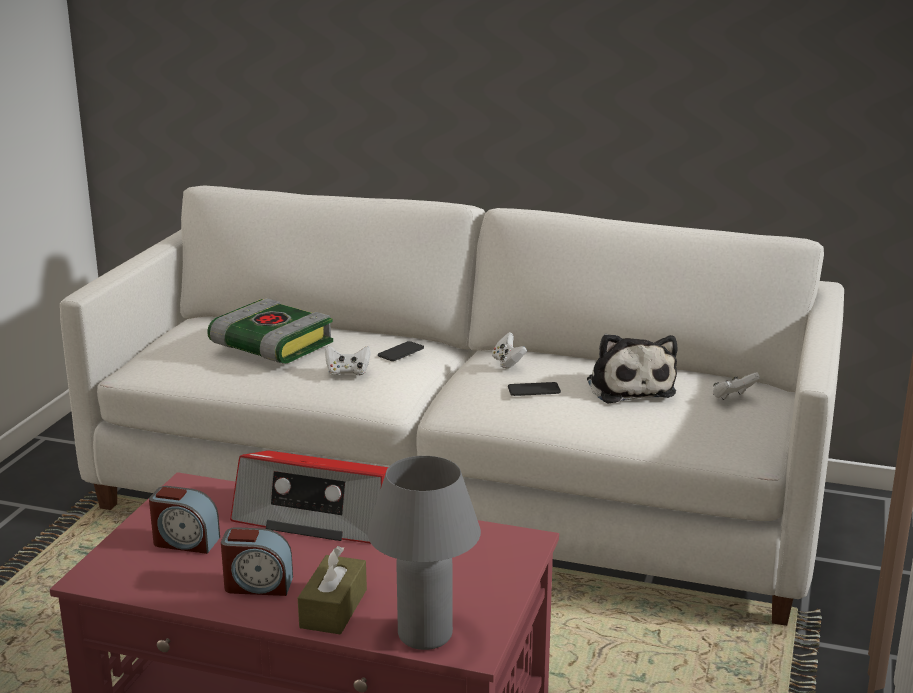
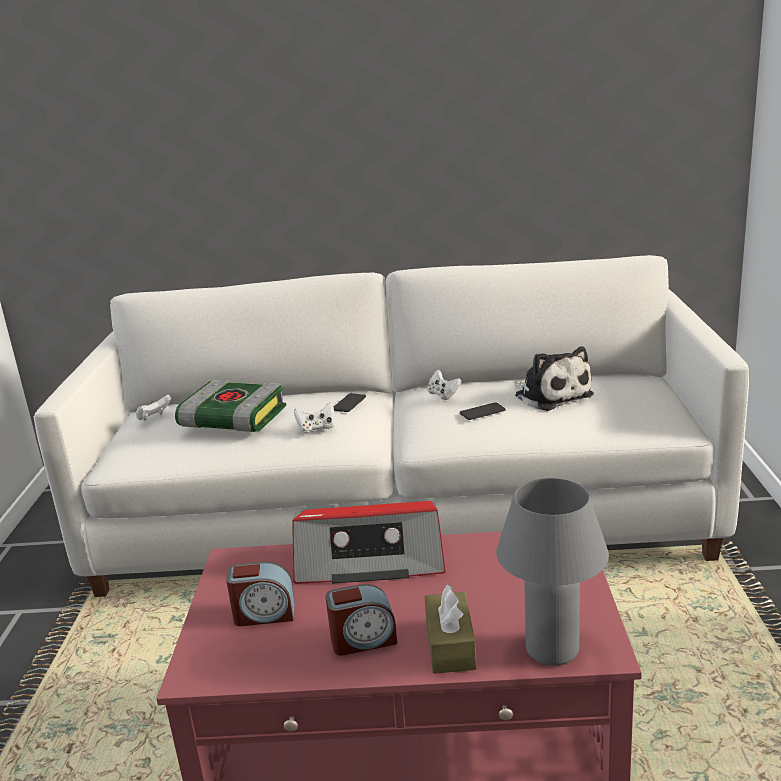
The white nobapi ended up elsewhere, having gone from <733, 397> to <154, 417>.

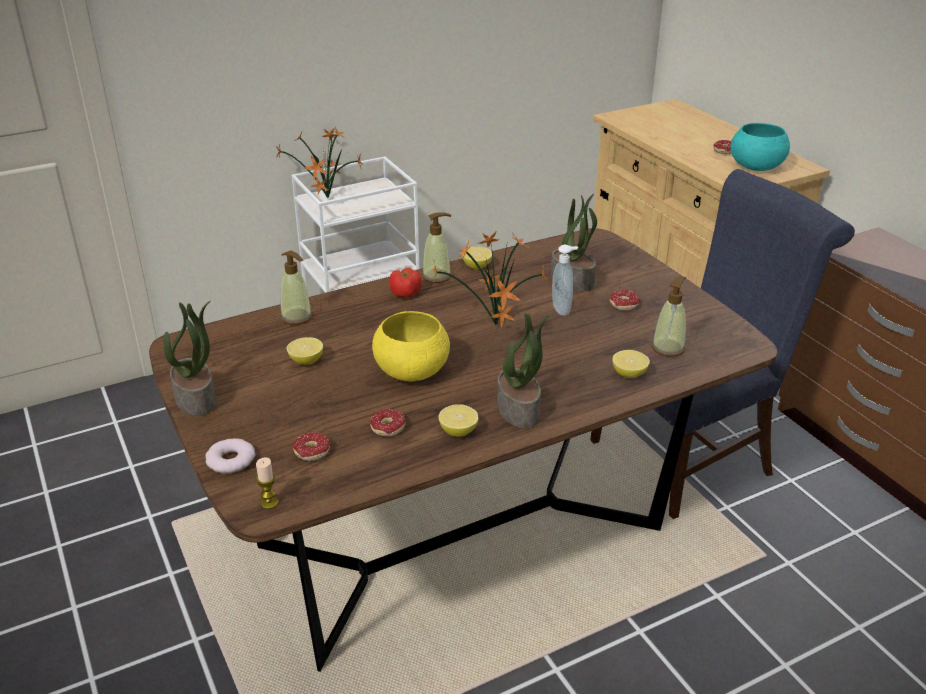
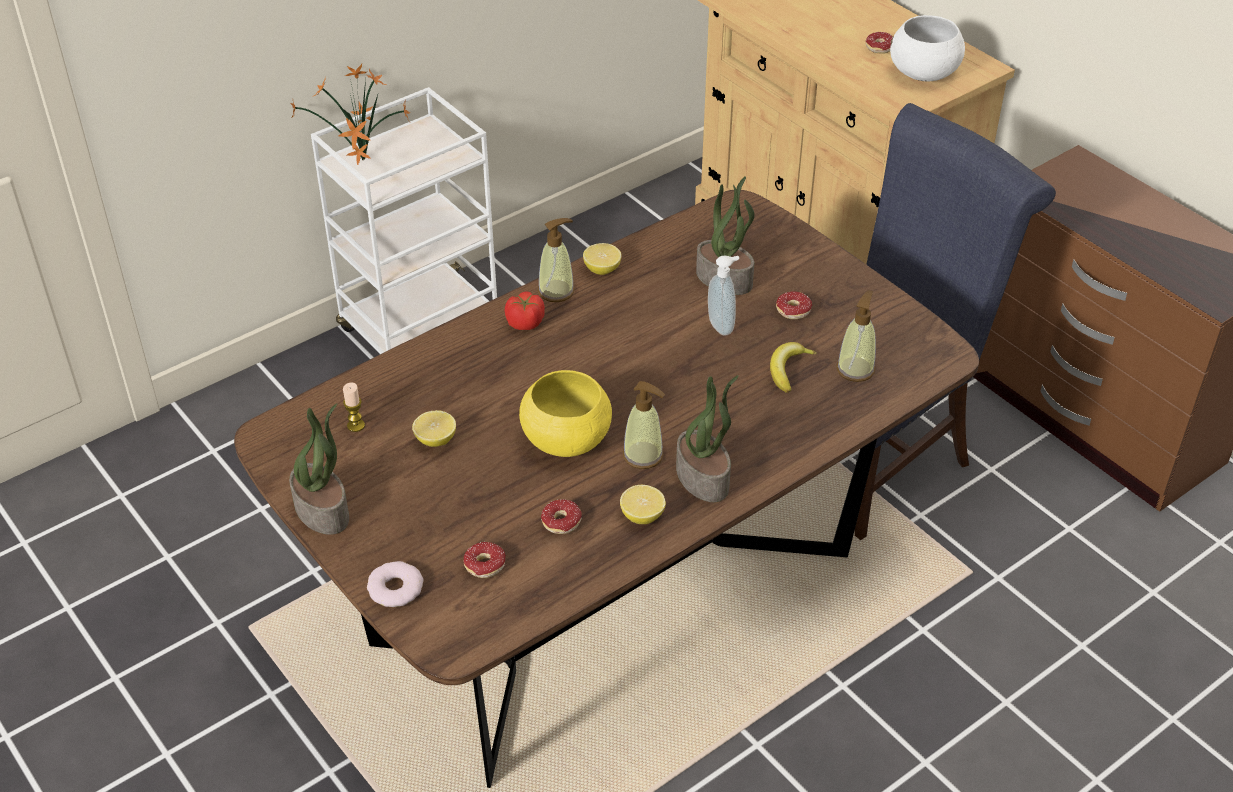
What was the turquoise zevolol at <756, 167> turned into the white zevolol at <924, 74>.
The second view lost the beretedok at <495, 327>.
The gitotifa ended up elsewhere, having gone from <296, 317> to <643, 455>.
The second view lost the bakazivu at <629, 374>.
The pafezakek ended up elsewhere, having gone from <269, 503> to <356, 425>.
The second view gained the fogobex at <788, 370>.

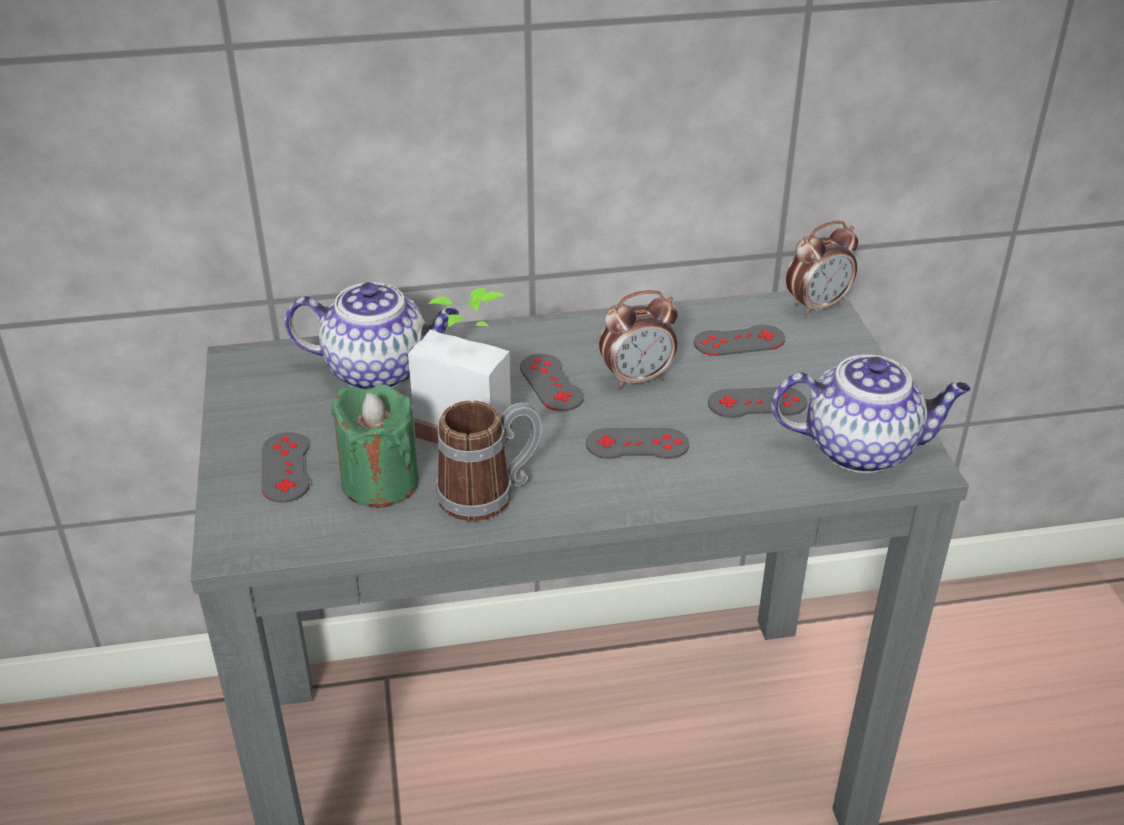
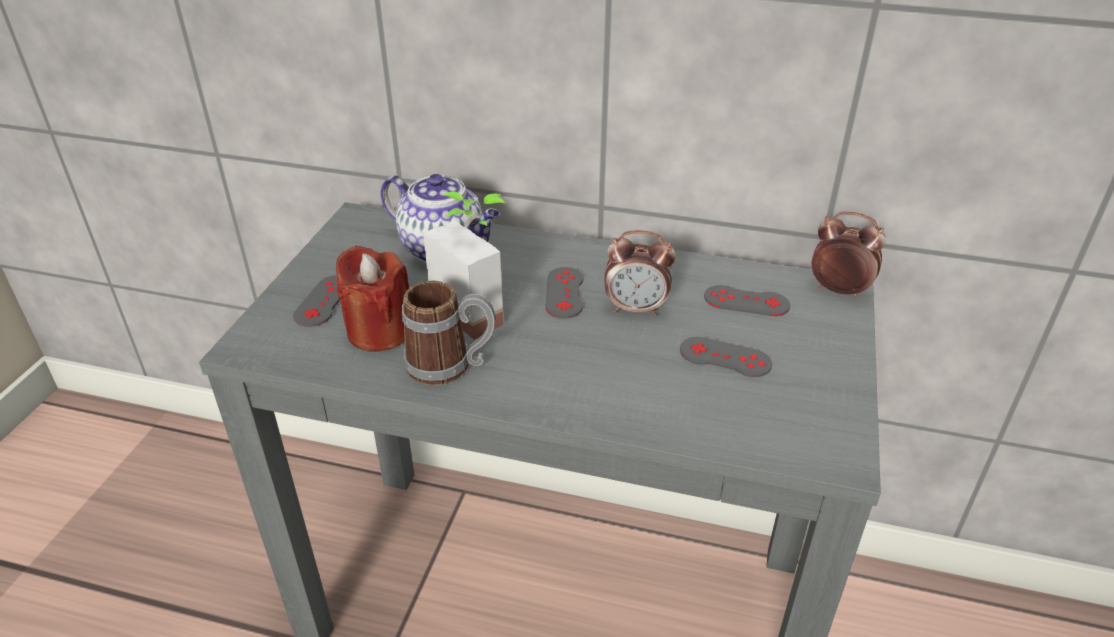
The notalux at <817, 306> ended up facing another way, 150 degrees counterclockwise from before.
The second view lost the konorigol at <862, 448>.
What was the green pafezakek at <380, 482> turned into the red pafezakek at <379, 331>.
The second view lost the grey nobapi at <637, 444>.

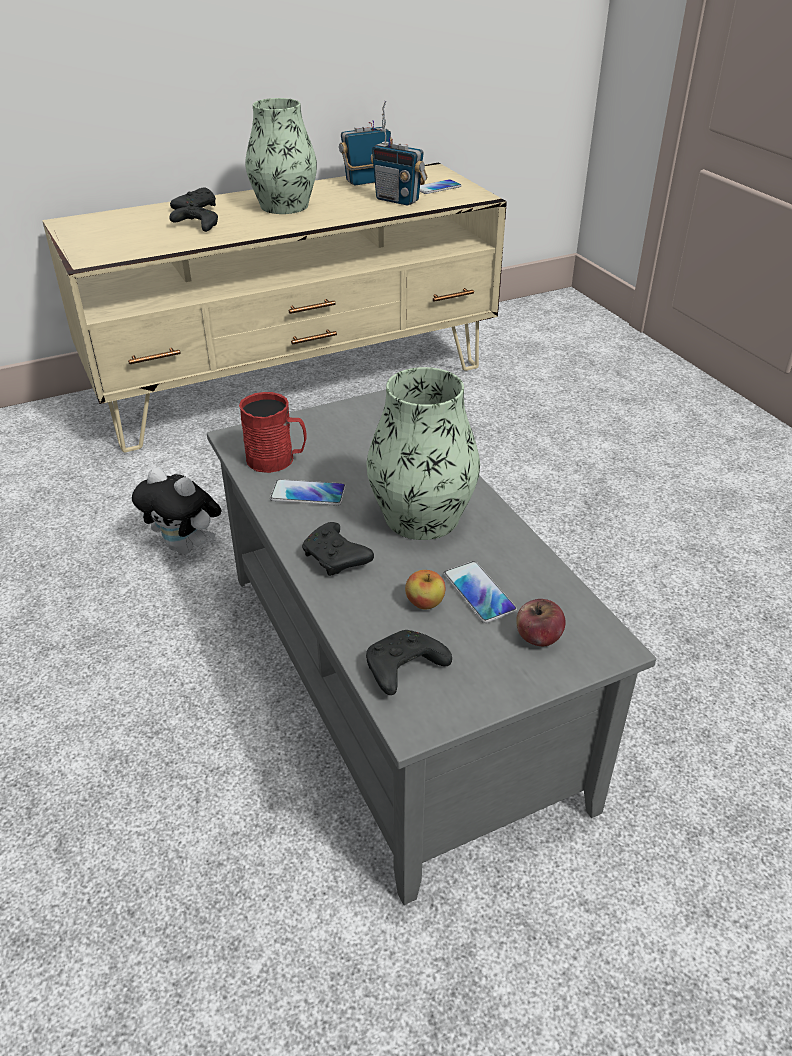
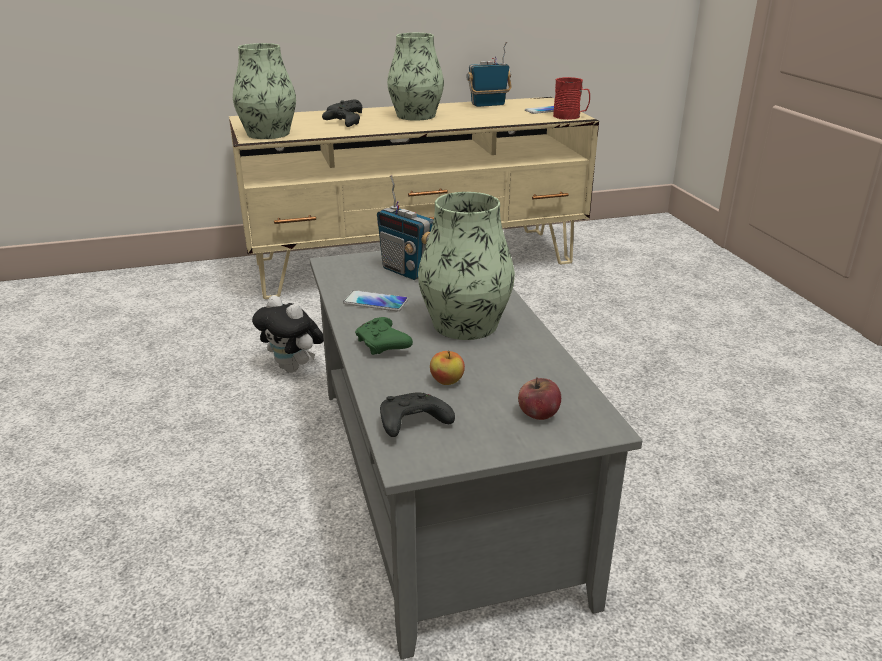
The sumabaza ended up elsewhere, having gone from <397, 200> to <407, 271>.
The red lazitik ended up elsewhere, having gone from <277, 459> to <570, 116>.
What was the black nobapi at <336, 559> turned into the green nobapi at <383, 346>.
The second view lost the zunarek at <479, 593>.
The second view gained the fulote at <268, 133>.

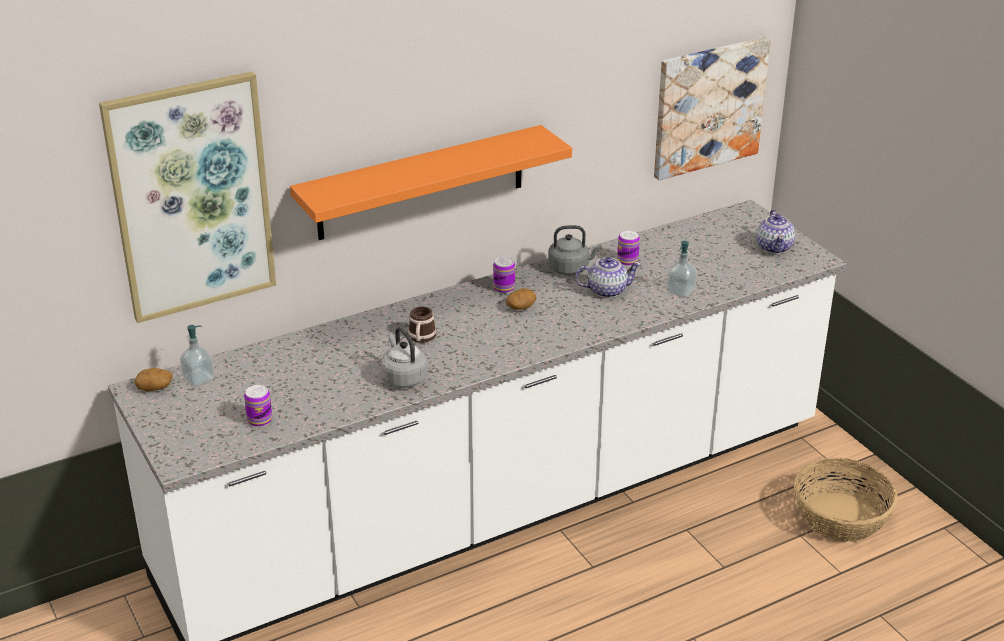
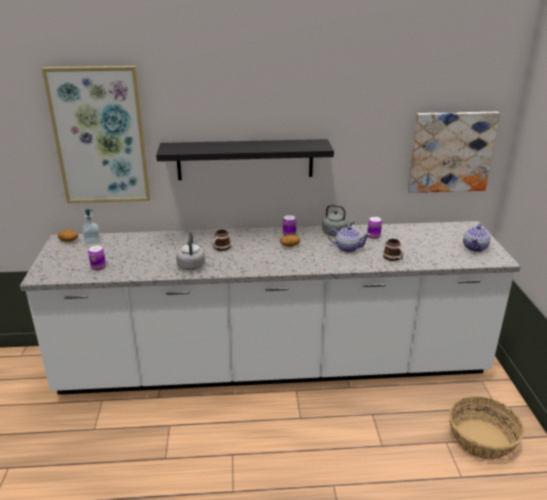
What was the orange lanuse at <421, 183> turned into the black lanuse at <245, 159>.
Where the gitotifa stood at <681, 291>, the lazitik came to stand at <393, 258>.

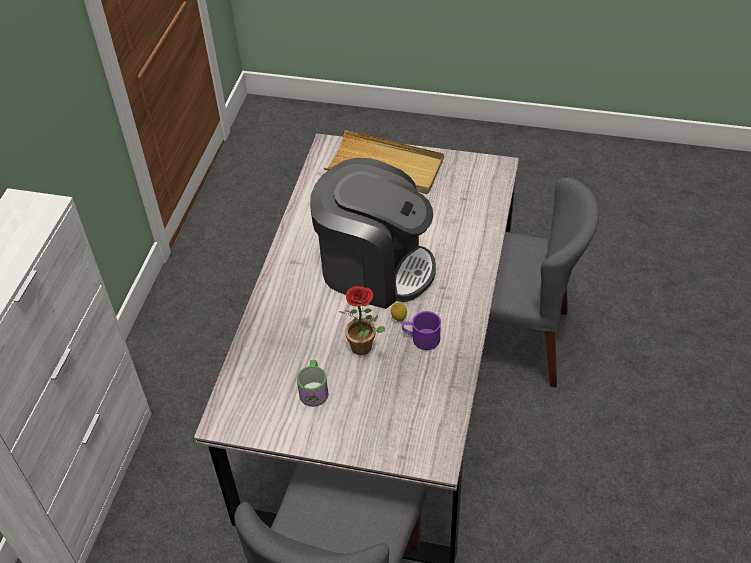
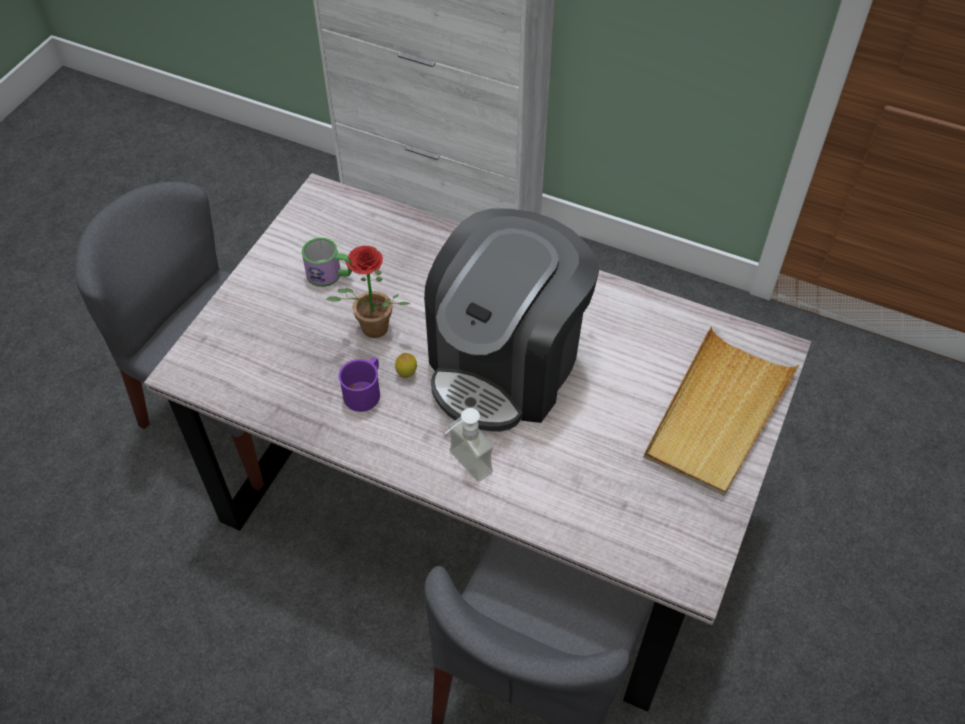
The second view gained the gitotifa at <463, 467>.

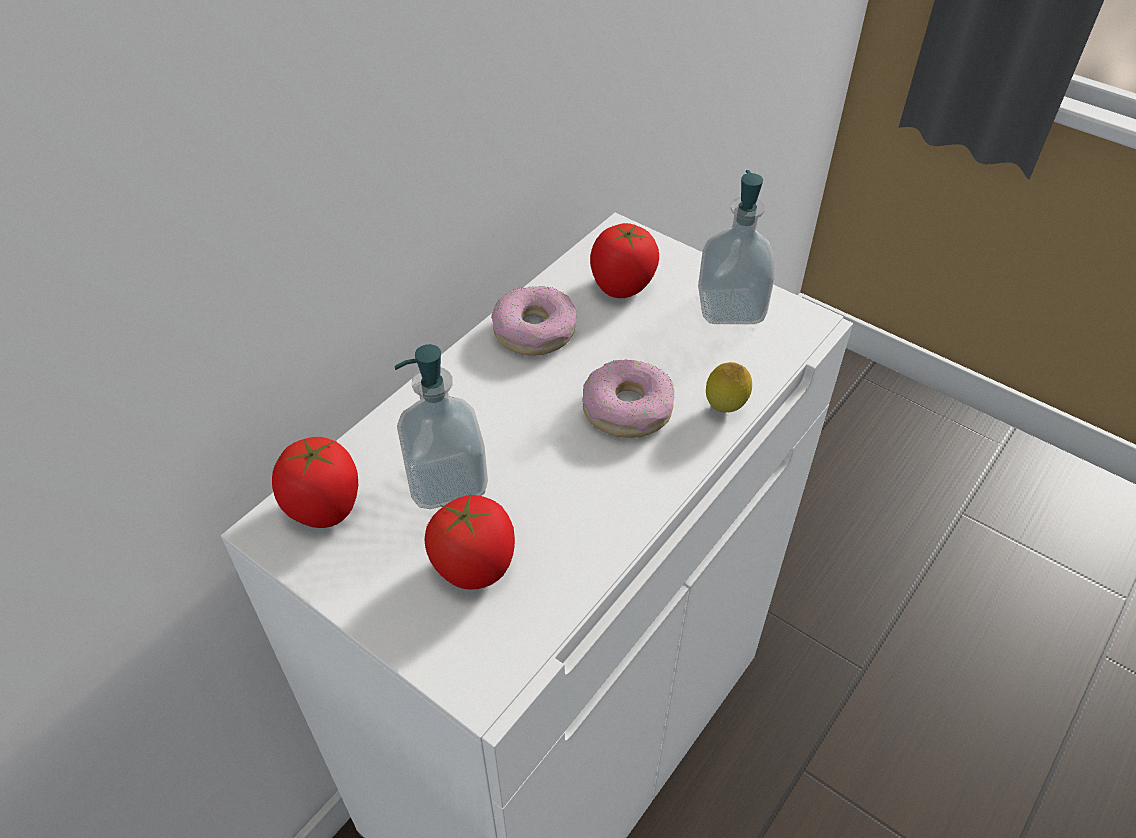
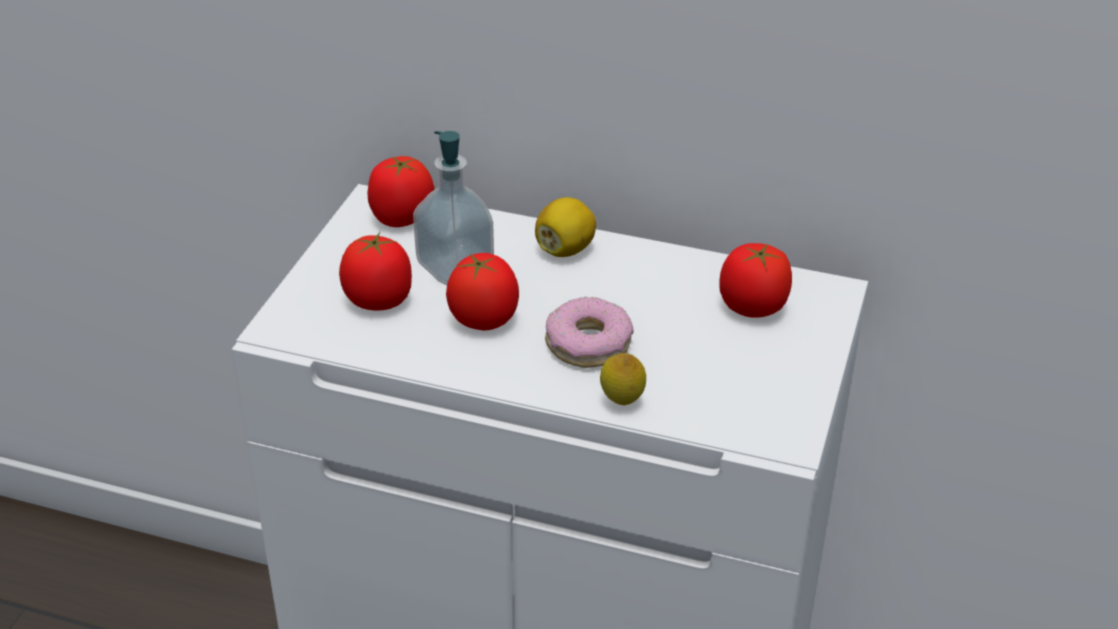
The second view lost the gitotifa at <730, 307>.
The second view lost the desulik at <534, 330>.
The second view gained the bakazivu at <565, 249>.
The second view gained the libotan at <483, 319>.

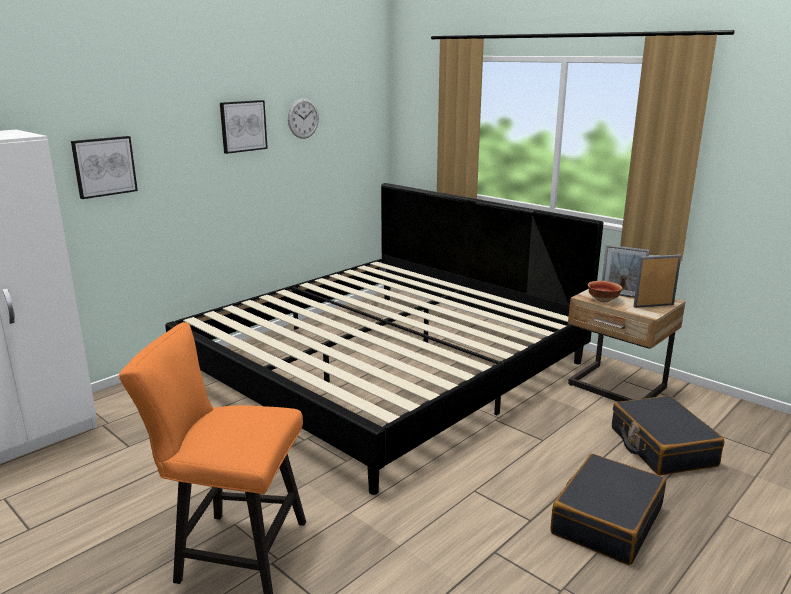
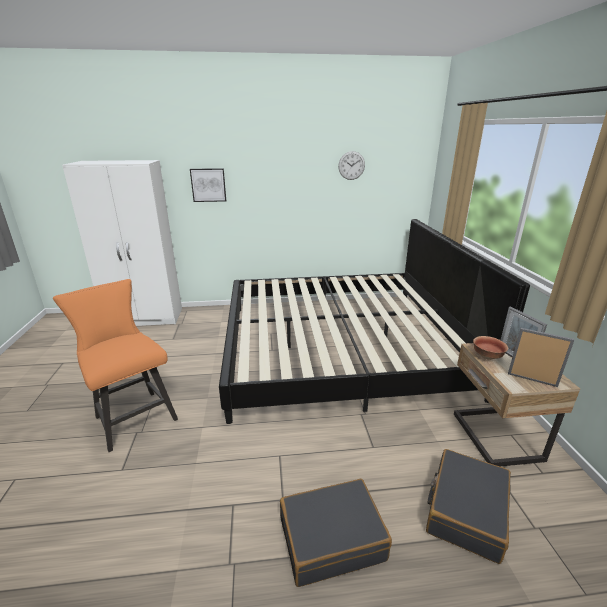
The second view lost the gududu at <243, 126>.

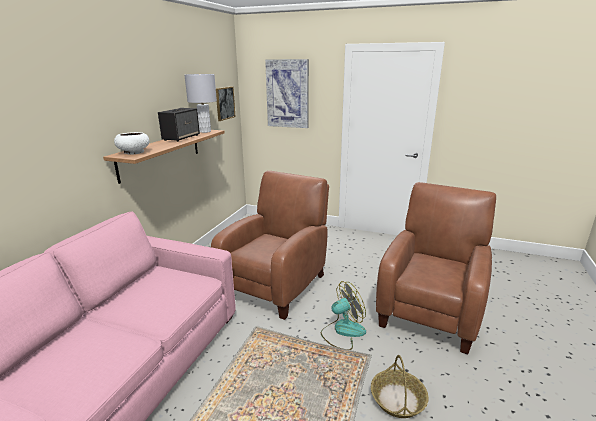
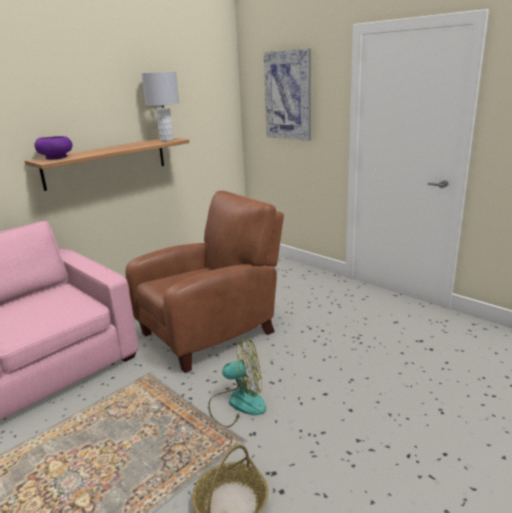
The second view lost the gududu at <225, 103>.
The second view lost the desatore at <181, 137>.
What was the white zevolol at <133, 152> turned into the purple zevolol at <56, 157>.
The second view lost the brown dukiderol at <431, 309>.

